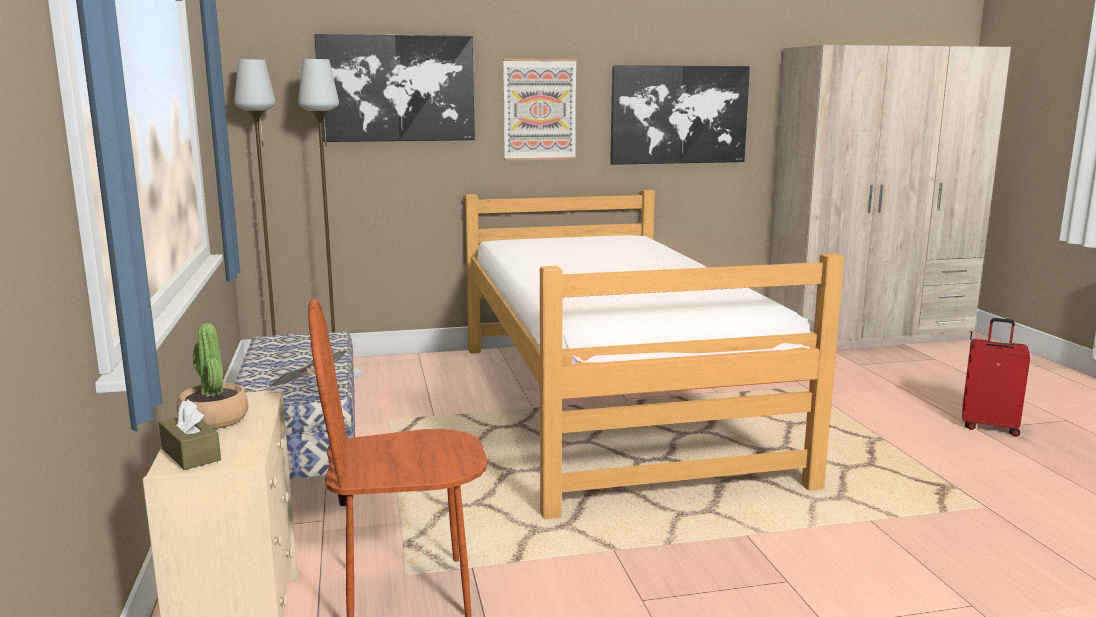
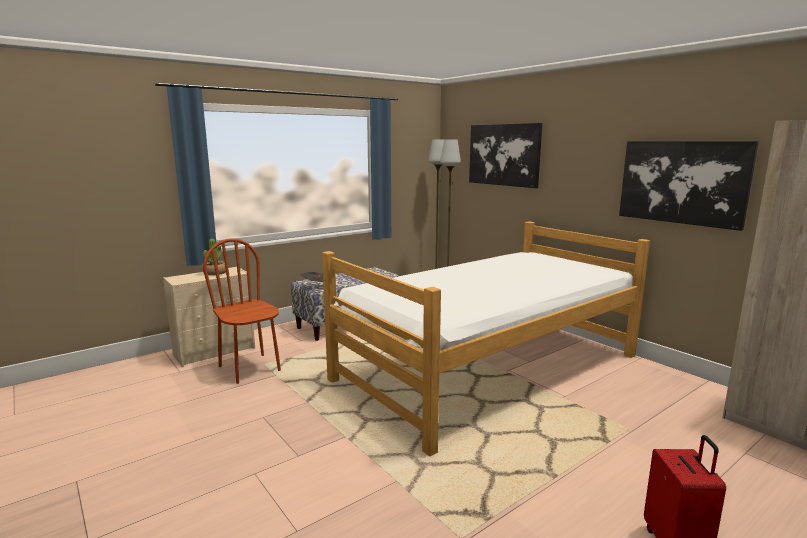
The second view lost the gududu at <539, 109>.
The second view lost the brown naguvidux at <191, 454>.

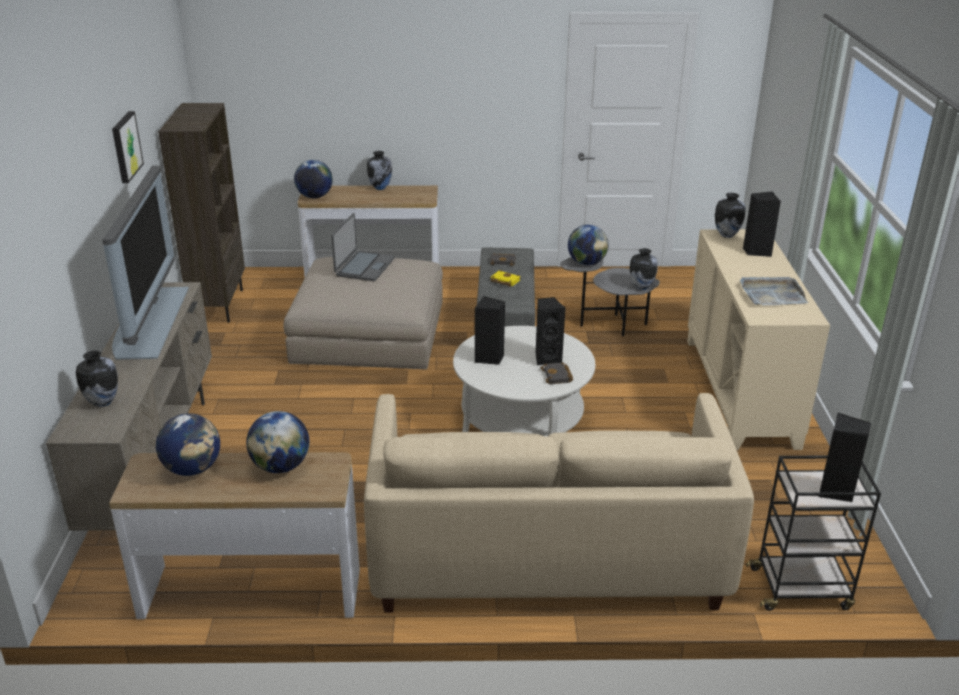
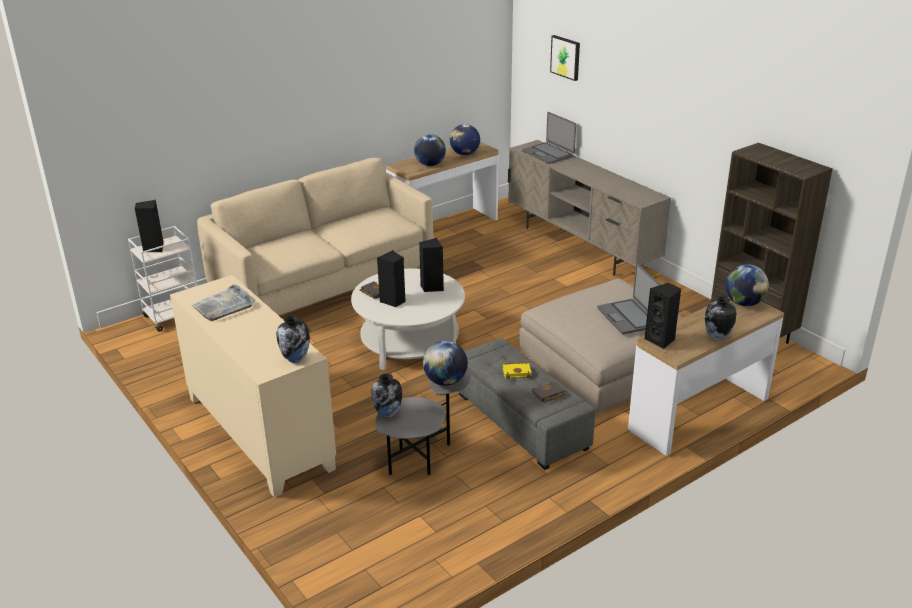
The gududu ended up elsewhere, having gone from <125, 147> to <566, 57>.
The second view lost the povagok at <149, 321>.
The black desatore ended up elsewhere, having gone from <756, 251> to <661, 340>.
Where the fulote stood at <102, 402>, the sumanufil came to stand at <548, 154>.
What was the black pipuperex at <801, 588> turned into the white pipuperex at <173, 317>.

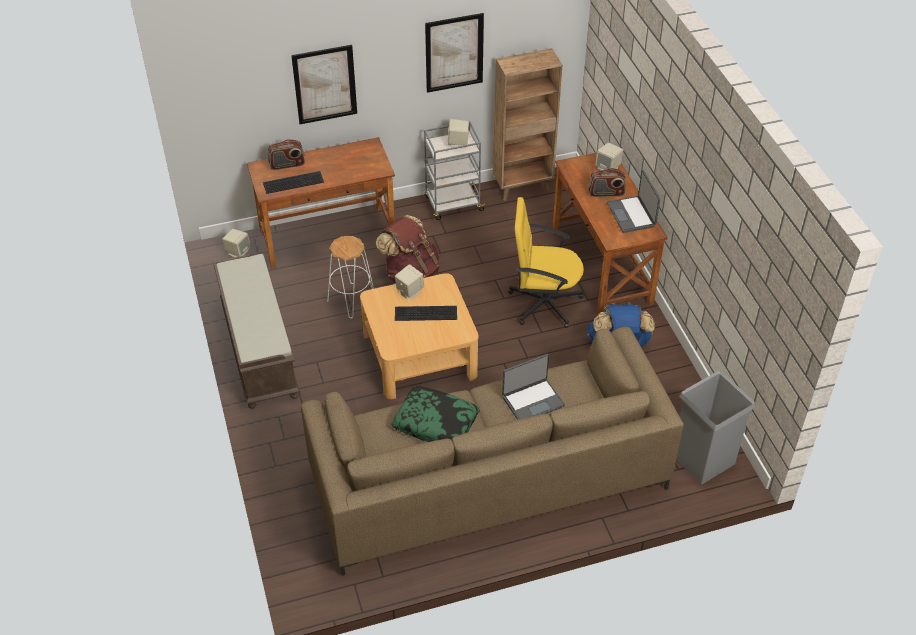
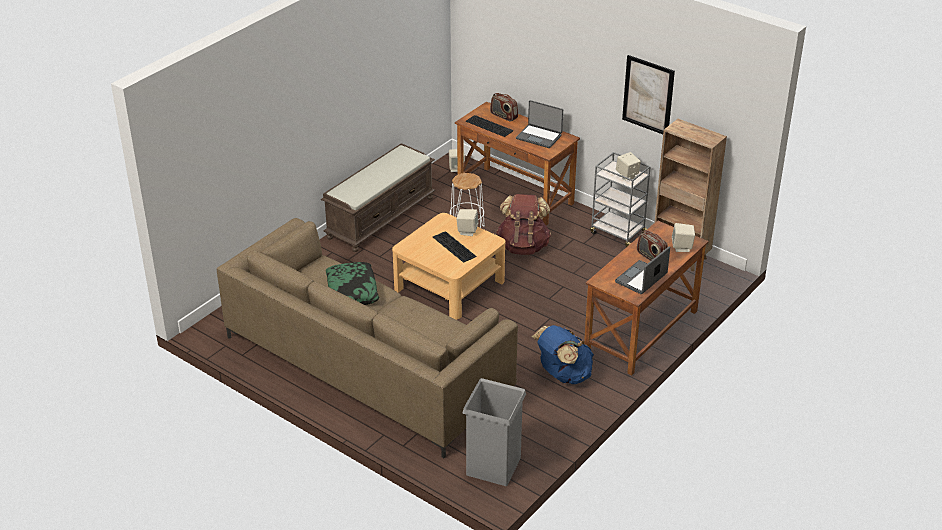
The second view lost the gududu at <325, 84>.
The second view lost the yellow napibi at <543, 303>.
The sumanufil ended up elsewhere, having gone from <532, 401> to <539, 136>.

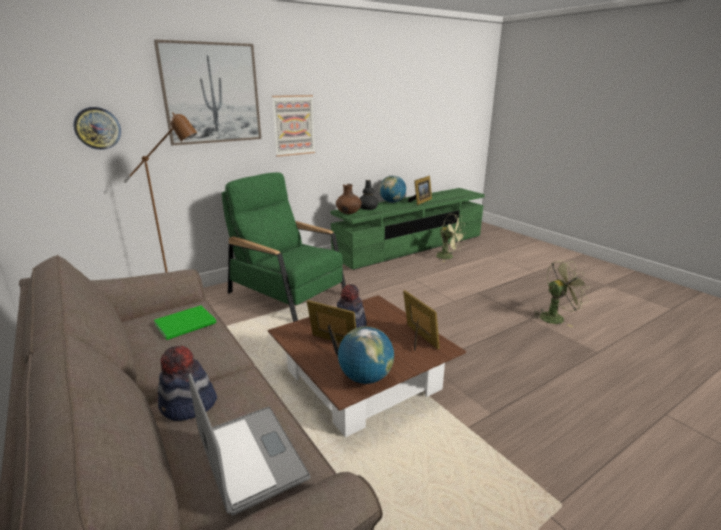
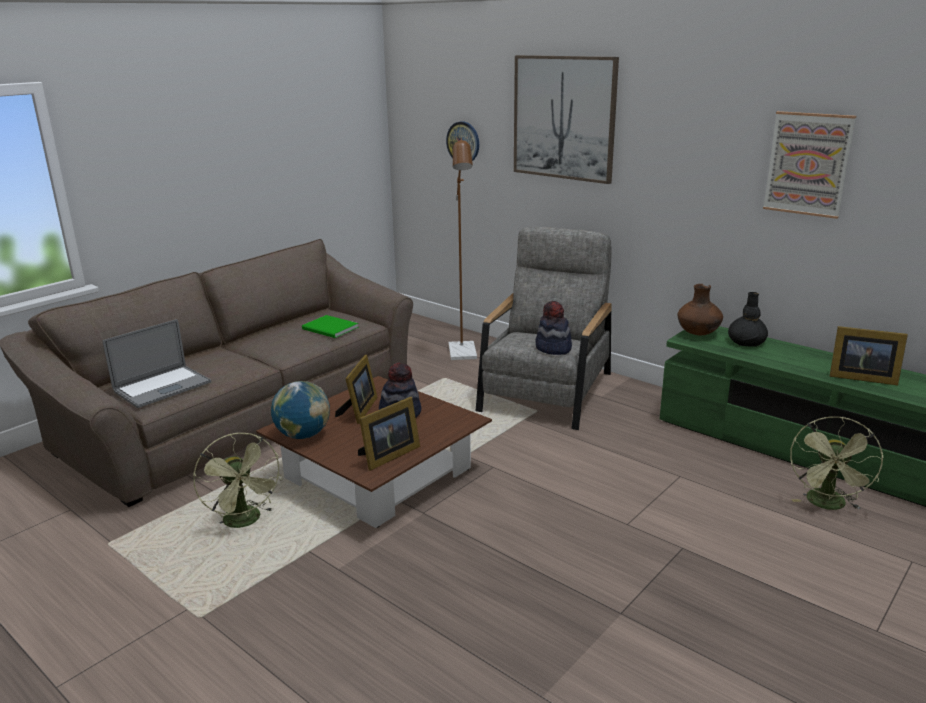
The gududu ended up elsewhere, having gone from <293, 125> to <808, 164>.
What was the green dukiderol at <288, 293> turned into the grey dukiderol at <546, 392>.
The second view lost the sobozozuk at <392, 202>.
The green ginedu ended up elsewhere, having gone from <555, 317> to <246, 522>.
The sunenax ended up elsewhere, having gone from <188, 405> to <553, 348>.

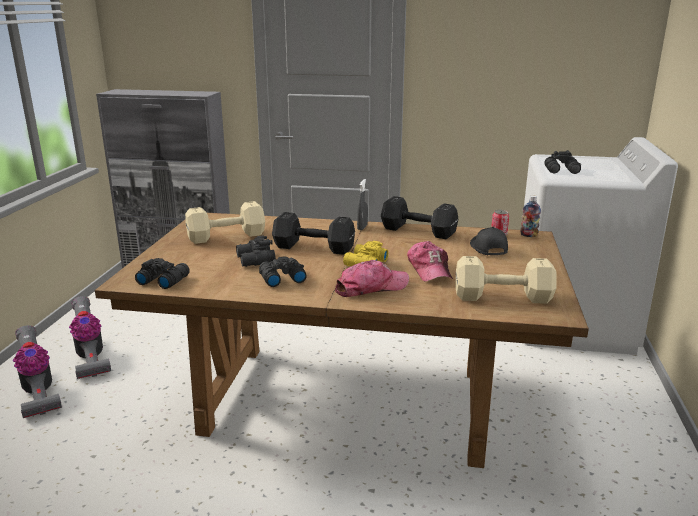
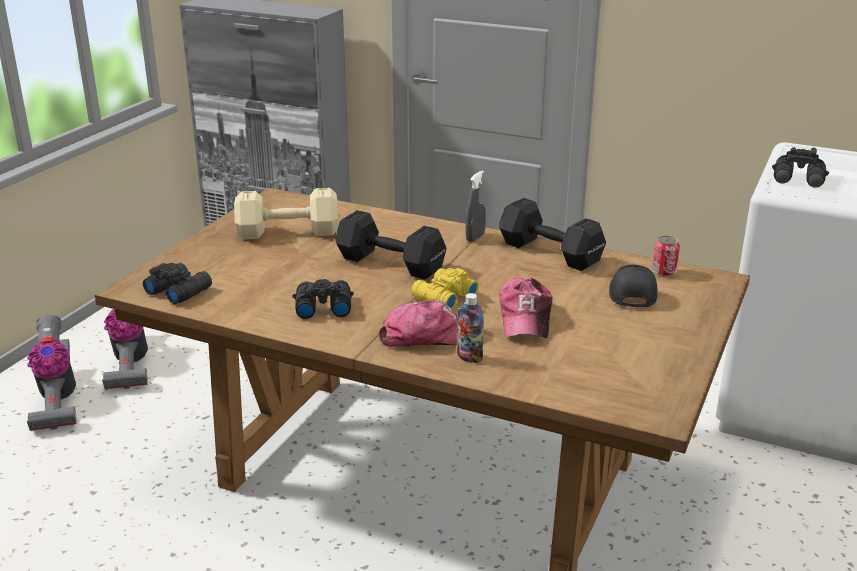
The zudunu ended up elsewhere, having gone from <528, 235> to <469, 357>.
The second view lost the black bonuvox at <255, 260>.
The second view lost the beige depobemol at <500, 296>.

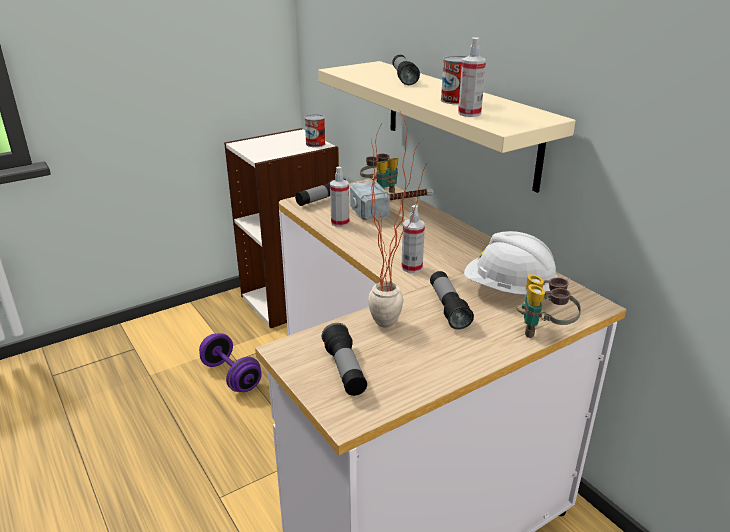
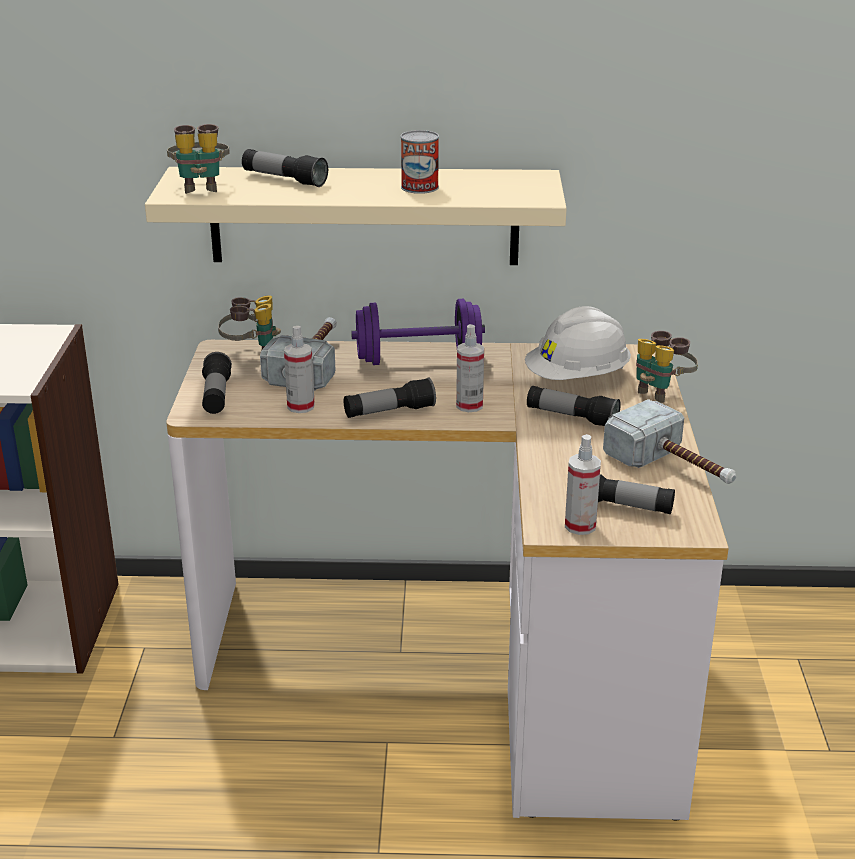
The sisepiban ended up elsewhere, having gone from <469, 113> to <580, 526>.
The second view lost the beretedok at <396, 322>.
The second view lost the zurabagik at <315, 144>.
The purple depobemol ended up elsewhere, having gone from <231, 376> to <418, 359>.
The second view gained the bonuvox at <201, 187>.
The second view gained the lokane at <389, 412>.
The second view gained the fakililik at <674, 468>.

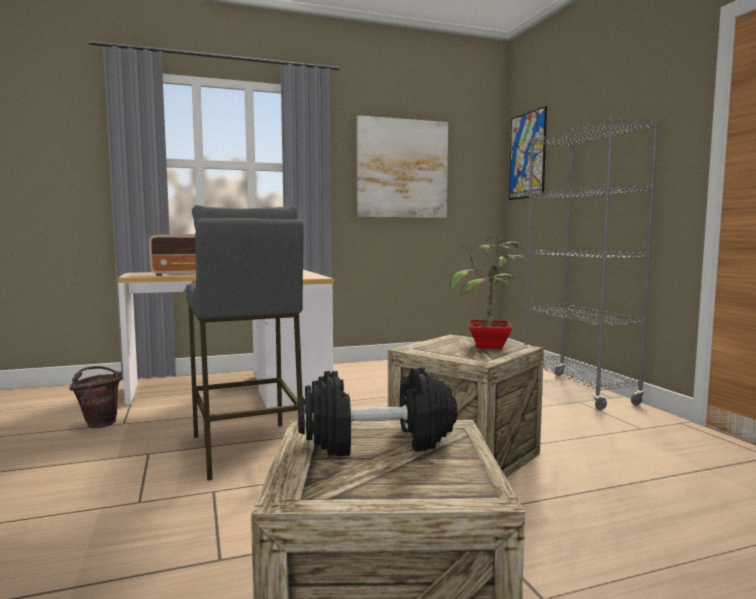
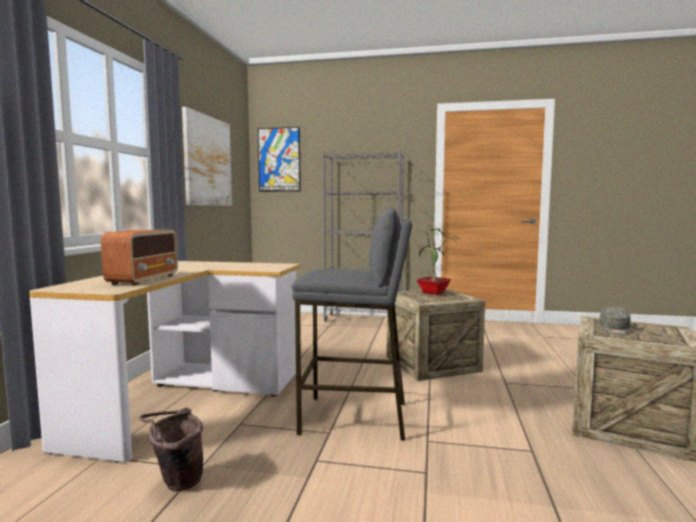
Where the black depobemol stood at <377, 441>, the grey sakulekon came to stand at <615, 330>.

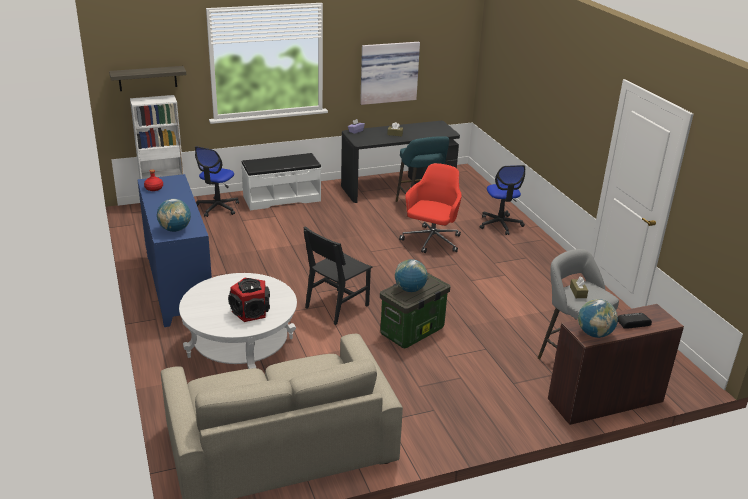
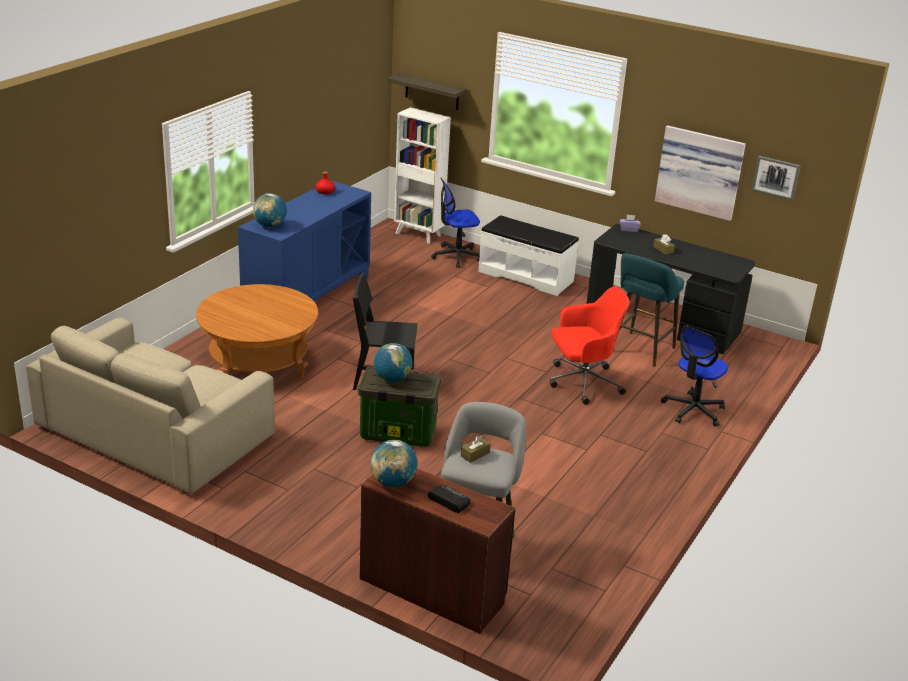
What was the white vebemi at <241, 347> turned into the brown vebemi at <258, 361>.
The second view lost the desatore at <251, 312>.
The second view gained the gududu at <776, 177>.

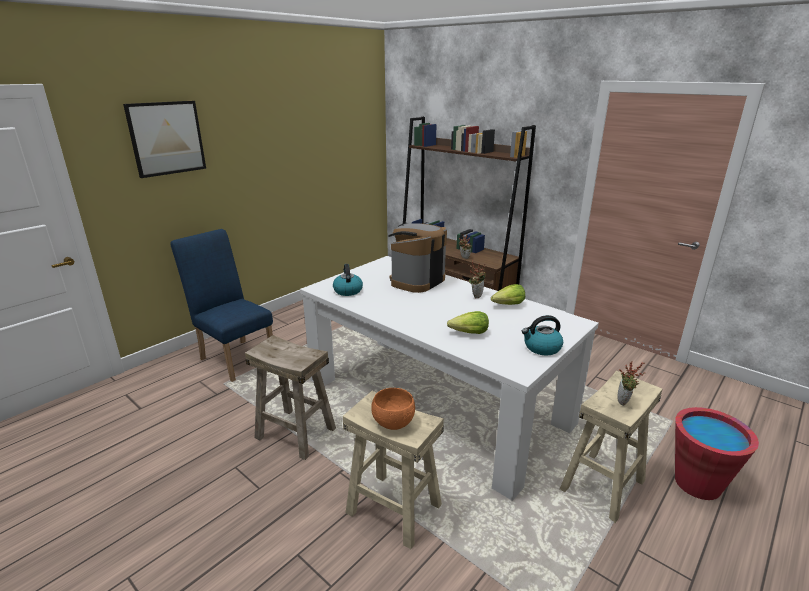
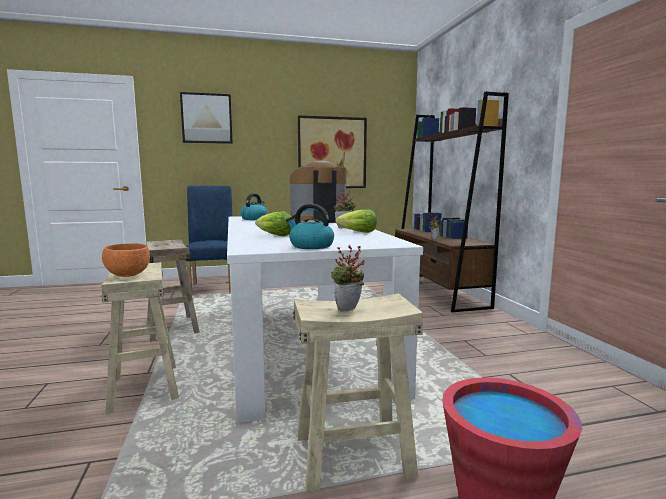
The second view gained the gududu at <332, 153>.

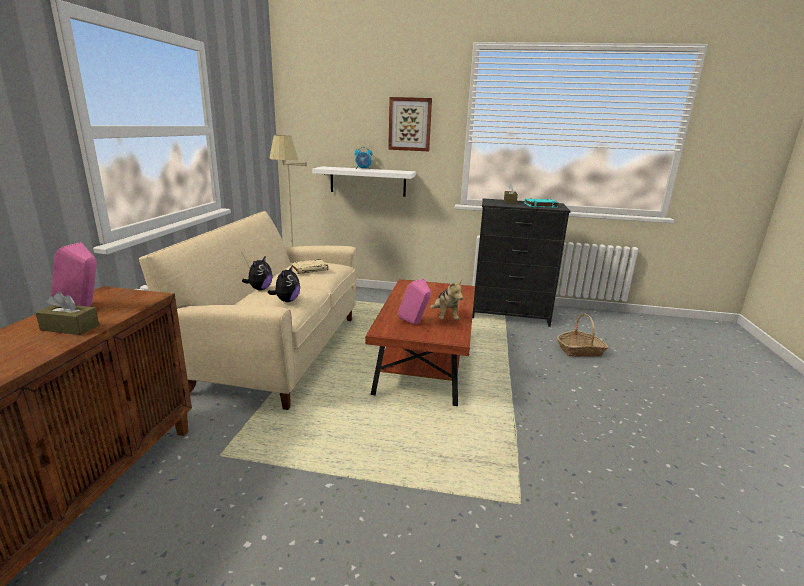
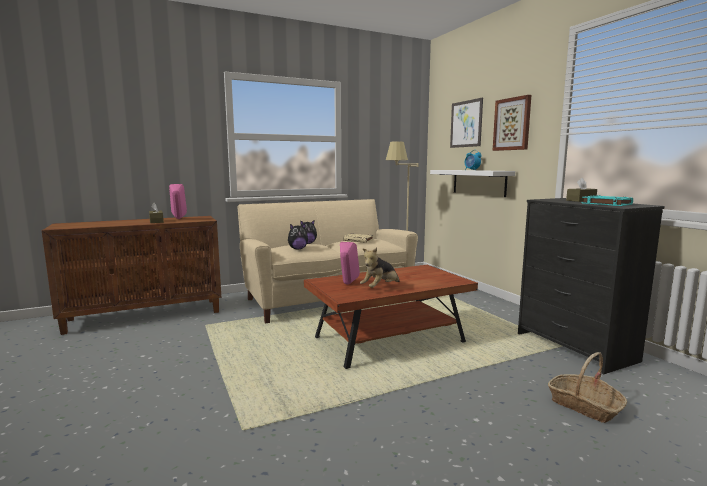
The second view gained the gududu at <466, 124>.

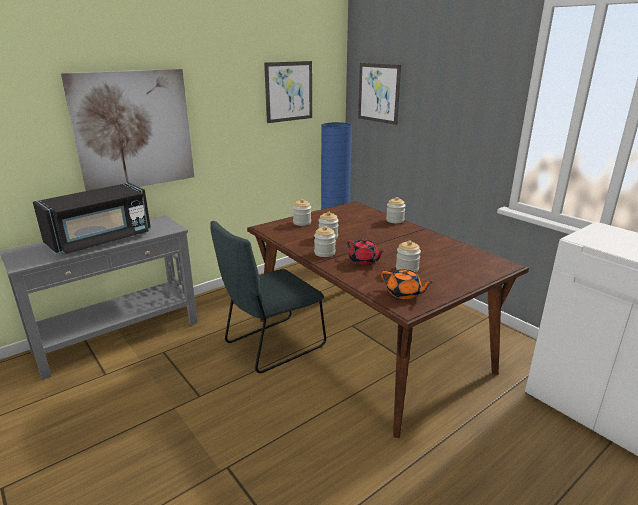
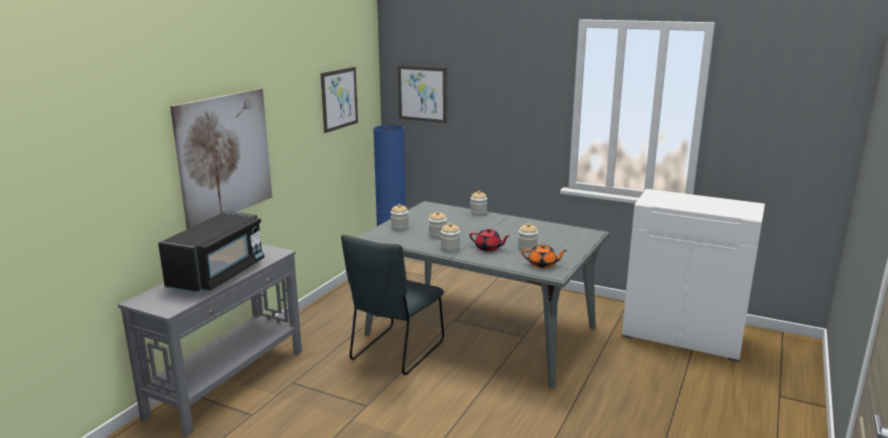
What was the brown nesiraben at <370, 345> turned into the grey nesiraben at <482, 331>.

